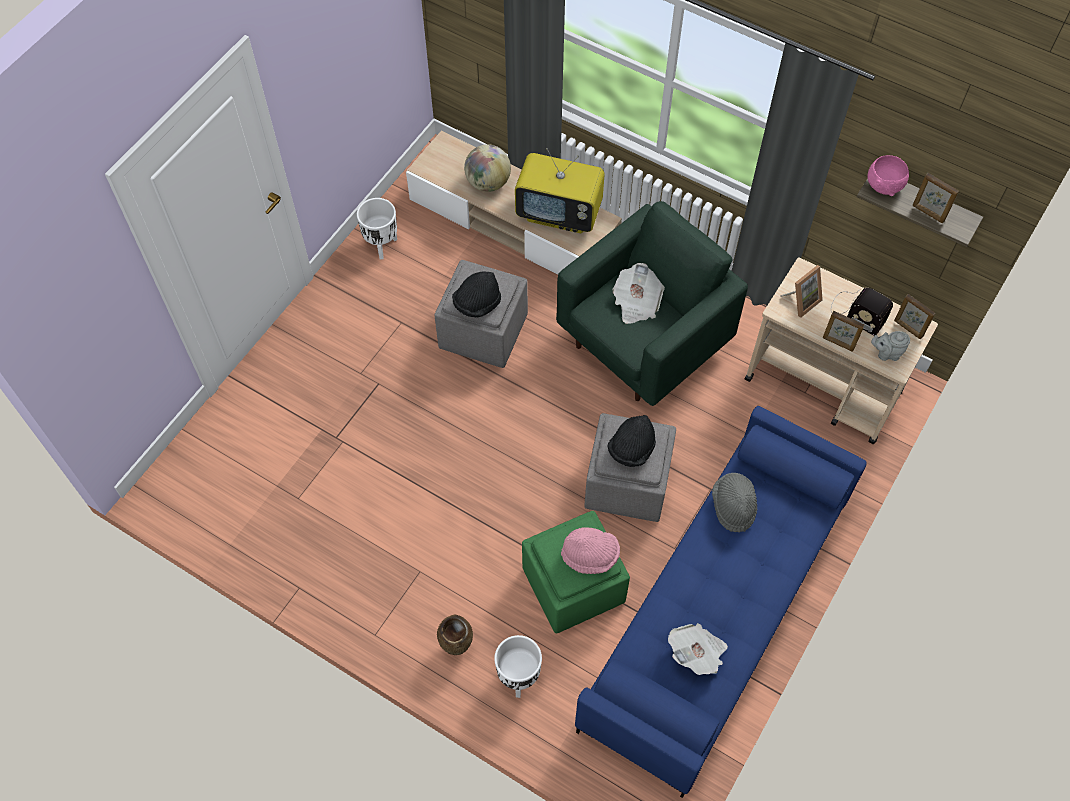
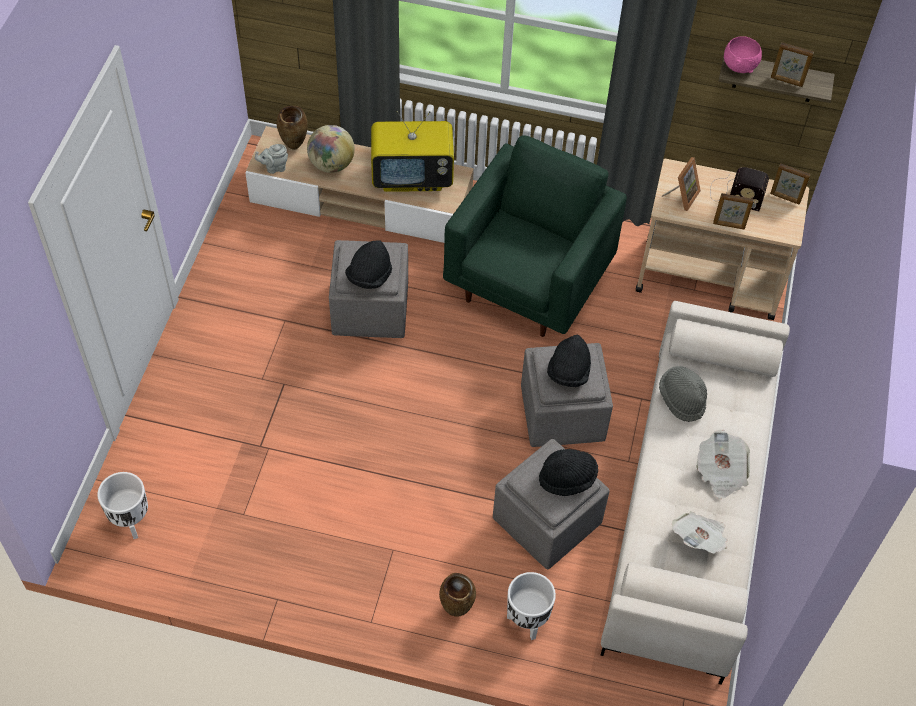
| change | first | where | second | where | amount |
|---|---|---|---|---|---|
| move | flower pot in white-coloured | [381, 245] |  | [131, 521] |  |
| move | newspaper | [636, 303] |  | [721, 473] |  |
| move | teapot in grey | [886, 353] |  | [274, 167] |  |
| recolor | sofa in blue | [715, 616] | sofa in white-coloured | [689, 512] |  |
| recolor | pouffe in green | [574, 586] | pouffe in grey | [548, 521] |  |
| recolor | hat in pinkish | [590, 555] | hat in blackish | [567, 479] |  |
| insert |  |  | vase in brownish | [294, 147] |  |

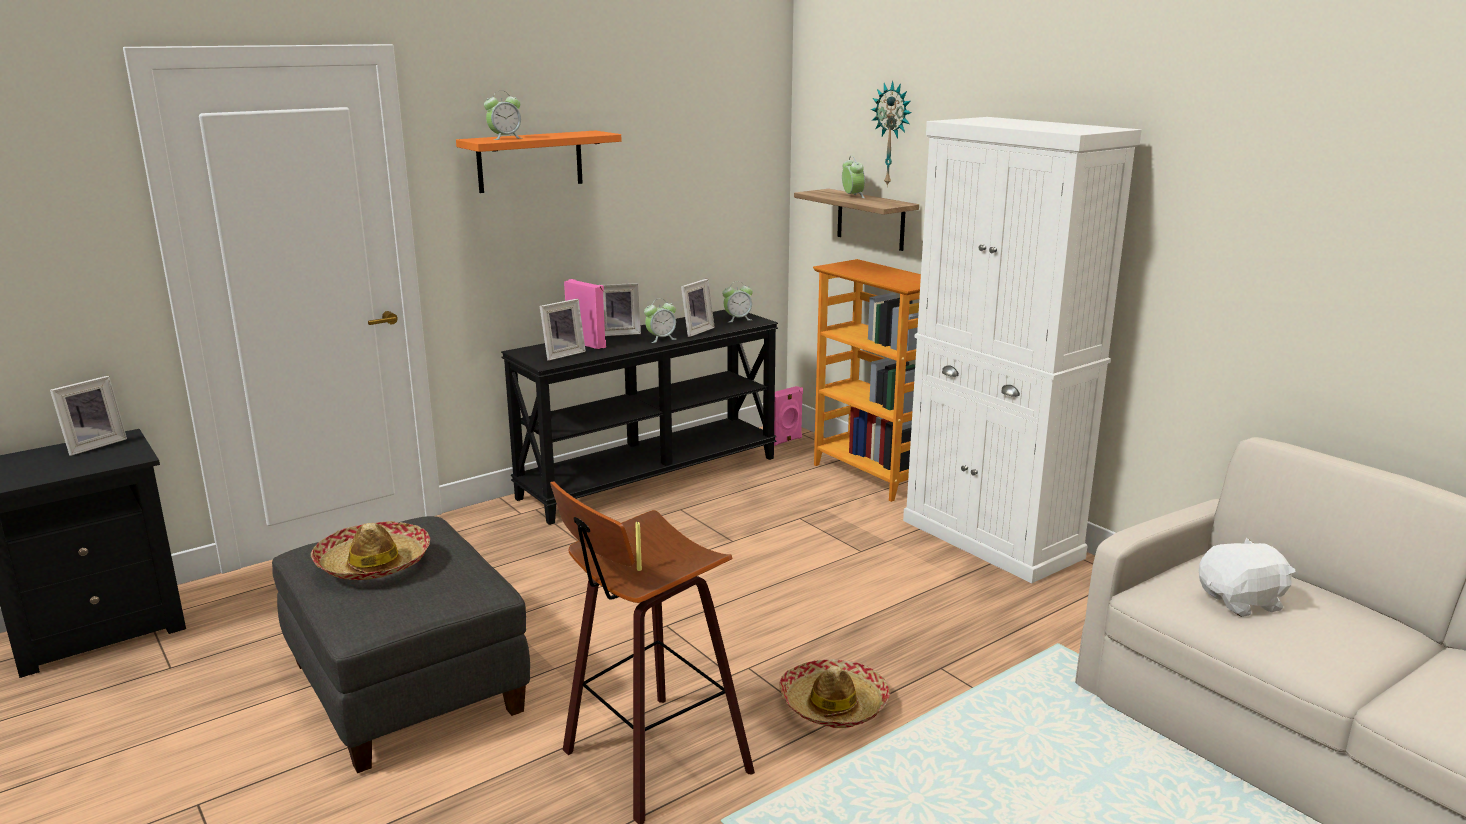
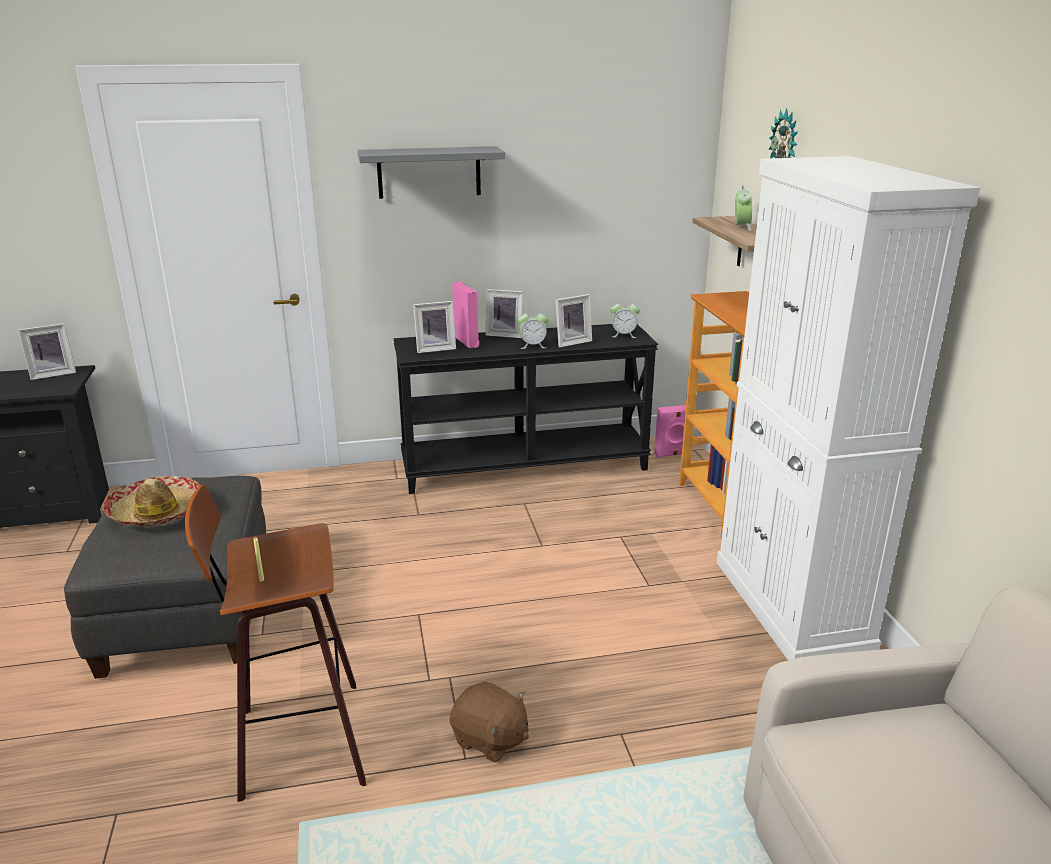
| change | first | where | second | where | amount |
|---|---|---|---|---|---|
| delete | alarm clock | [505, 138] |  |  |  |
| recolor | wall shelf in orange-coloured | [530, 161] | wall shelf in grey | [429, 172] |  |
| delete | cuddly toy in white-coloured | [1241, 602] |  |  |  |
| replace | hat | [834, 704] | cuddly toy in brownish | [490, 740] |  |

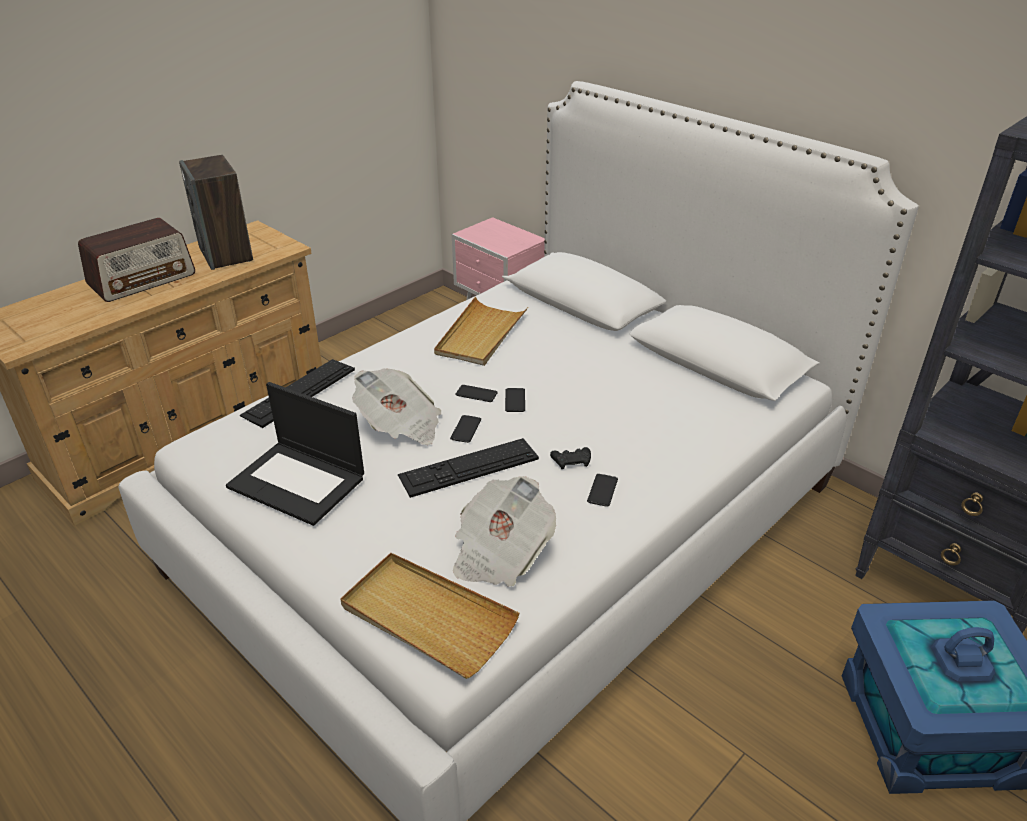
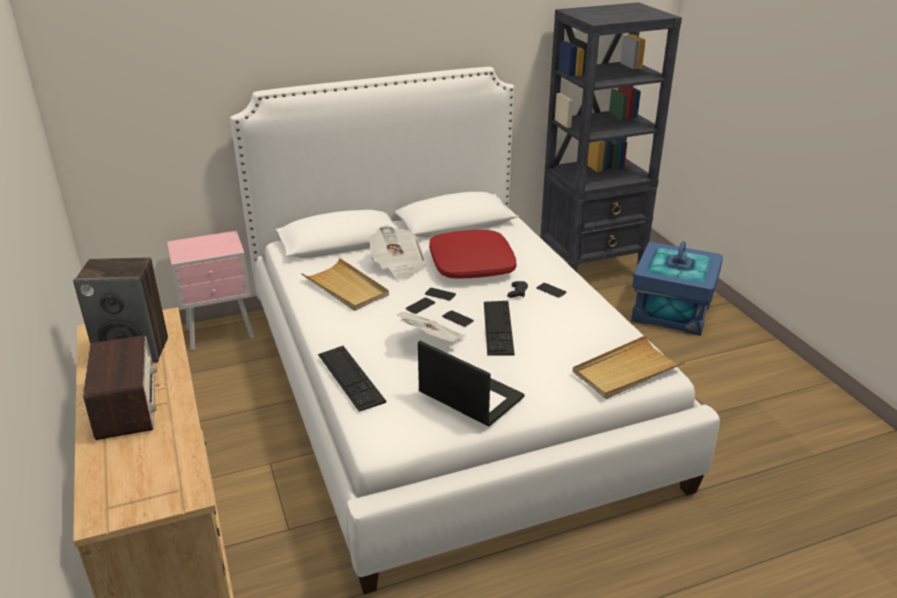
| change | first | where | second | where | amount |
|---|---|---|---|---|---|
| rotate | notebook computer | [298, 482] |  | [469, 395] | 105 degrees counterclockwise |
| move | newspaper | [500, 552] |  | [398, 266] |  |
| insert |  |  | cushion in red | [471, 265] |  |

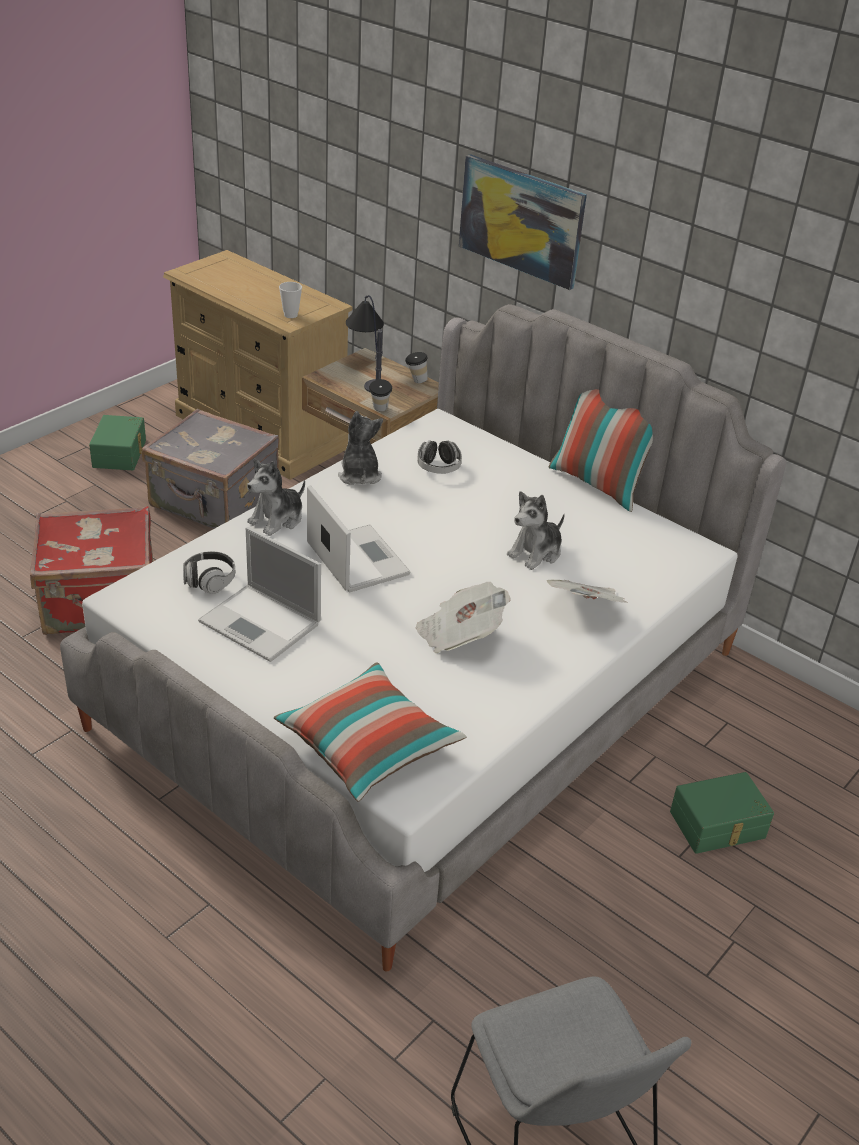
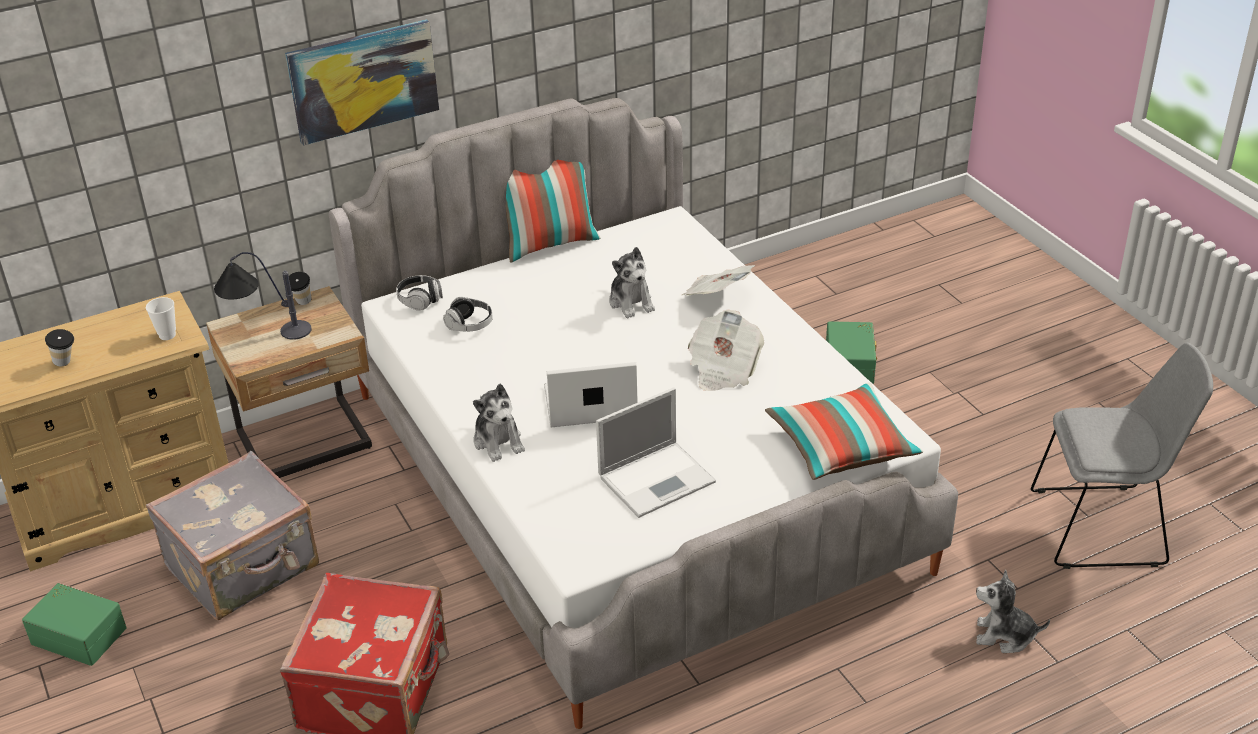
| change | first | where | second | where | amount |
|---|---|---|---|---|---|
| move | drinking cup | [379, 410] |  | [66, 363] |  |
| move | cuddly toy | [359, 475] |  | [1004, 636] |  |
| move | headphones | [209, 581] |  | [420, 300] |  |

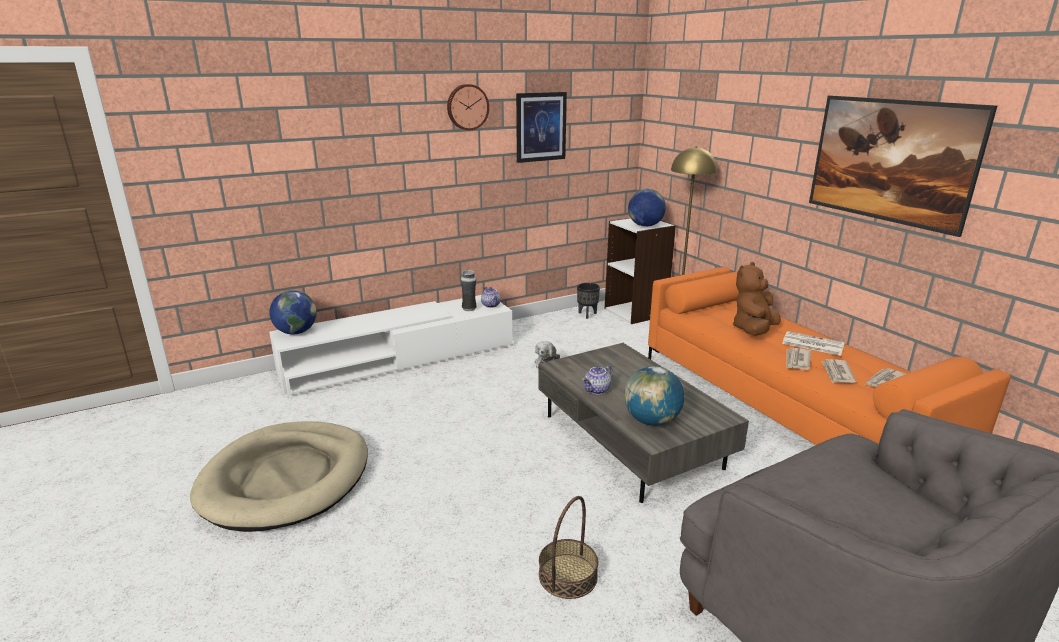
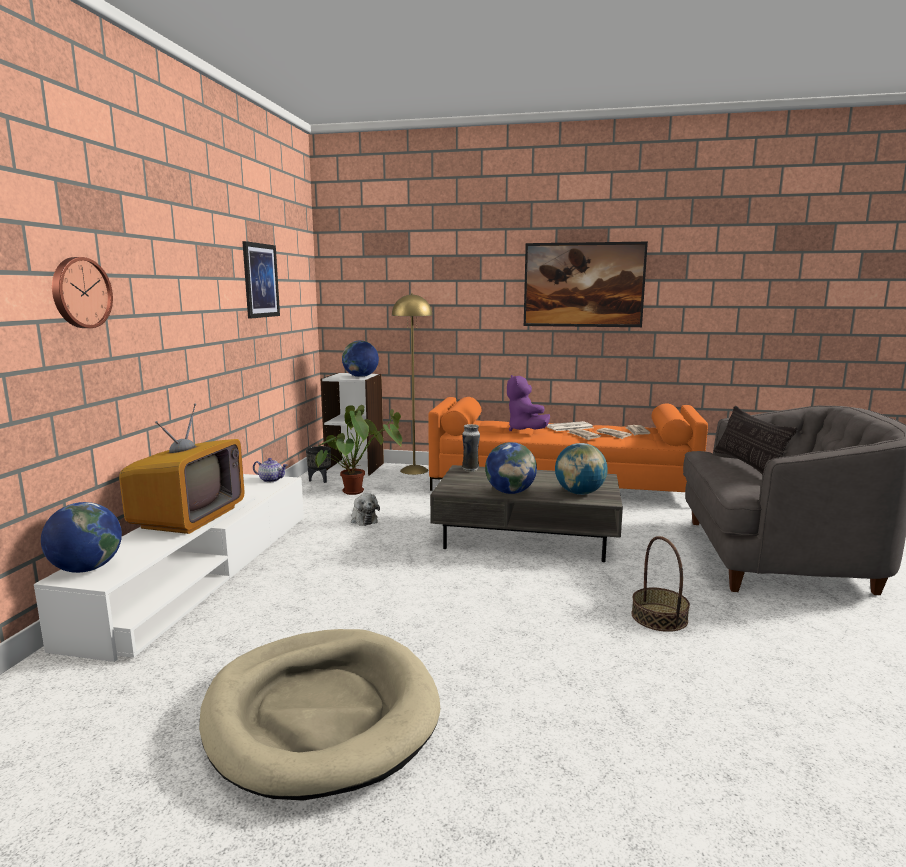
| change | first | where | second | where | amount |
|---|---|---|---|---|---|
| move | hanging clock | [467, 107] |  | [80, 293] |  |
| recolor | cuddly toy in brownish | [753, 330] | cuddly toy in purple | [525, 430] |  |
| move | vase | [469, 309] |  | [470, 469] |  |
| replace | teapot | [597, 390] | world globe | [510, 492] |  |
| insert |  |  | television | [189, 518] |  |
| insert |  |  | houseplant | [359, 488] |  |
| insert |  |  | cushion | [747, 466] |  |

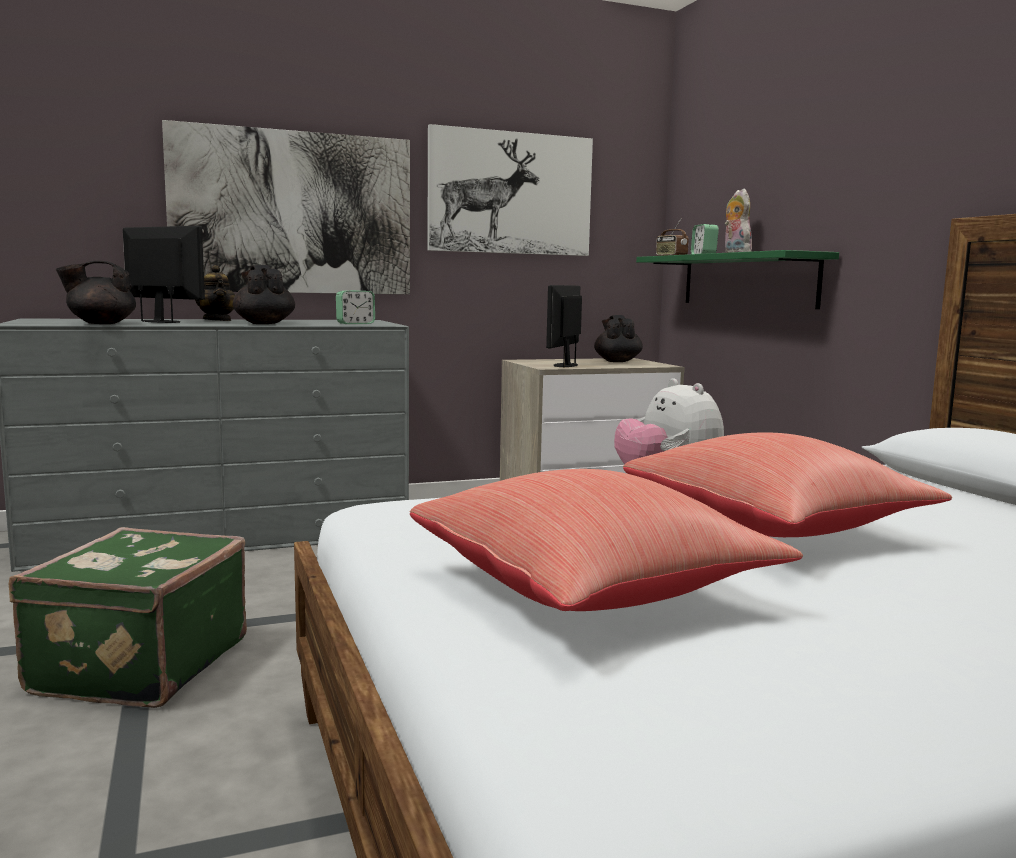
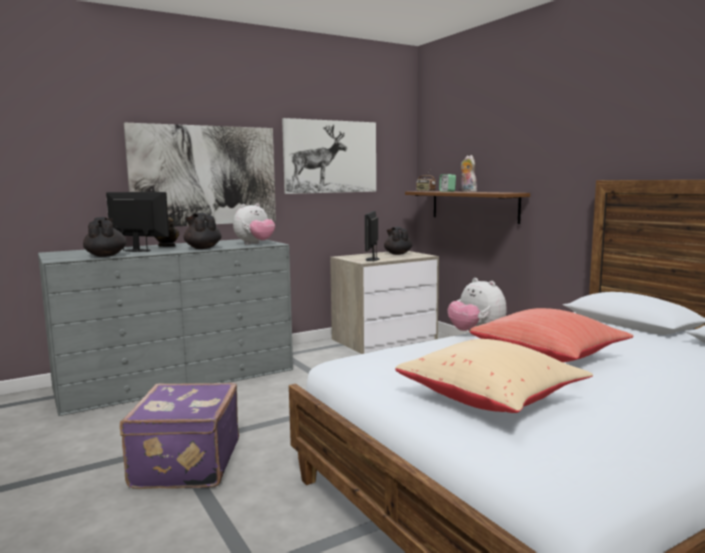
| change | first | where | second | where | amount |
|---|---|---|---|---|---|
| recolor | wall shelf in green | [747, 280] | wall shelf in brownish | [473, 206] |  |
| rotate | teapot in blackish | [101, 323] |  | [106, 255] | 105 degrees clockwise |
| replace | alarm clock | [355, 323] | cuddly toy | [255, 244] |  |
| recolor | cushion in red | [591, 592] | cushion in sand-coloured | [491, 400] |  |
| recolor | travel case in green | [137, 665] | travel case in purple | [184, 464] |  |

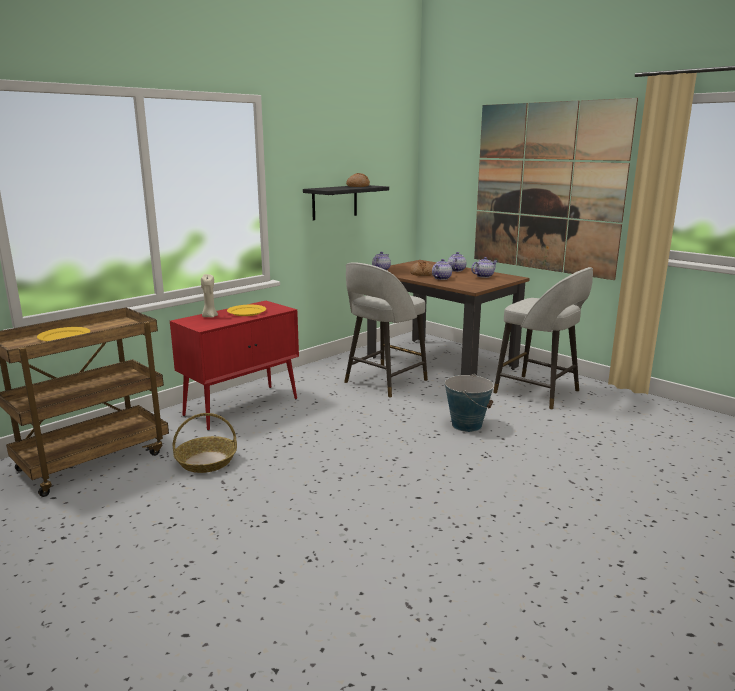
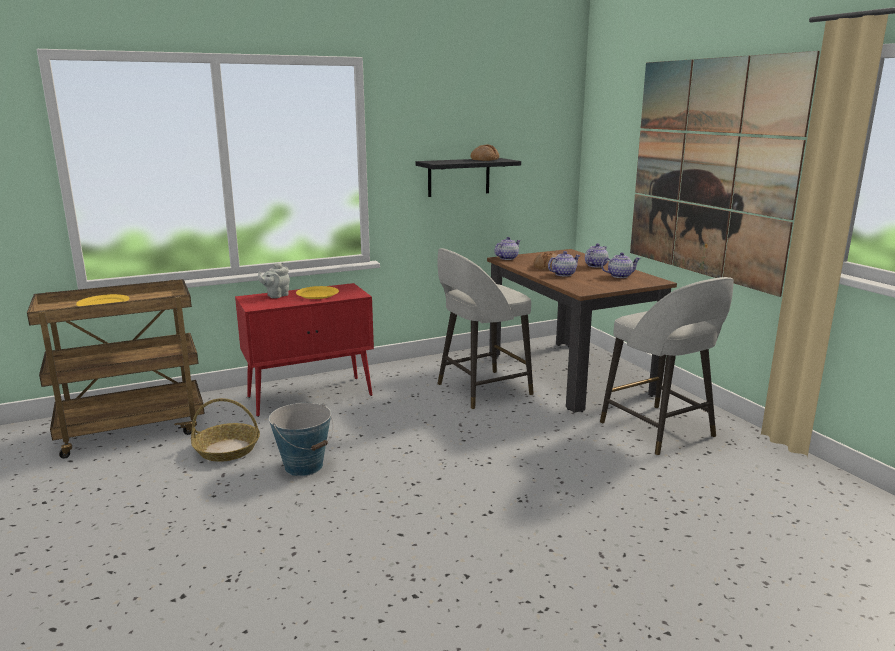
| change | first | where | second | where | amount |
|---|---|---|---|---|---|
| replace | candle in sand-coloured | [209, 316] | teapot in grey | [276, 296] |  |
| move | pail | [467, 425] |  | [304, 466] |  |

